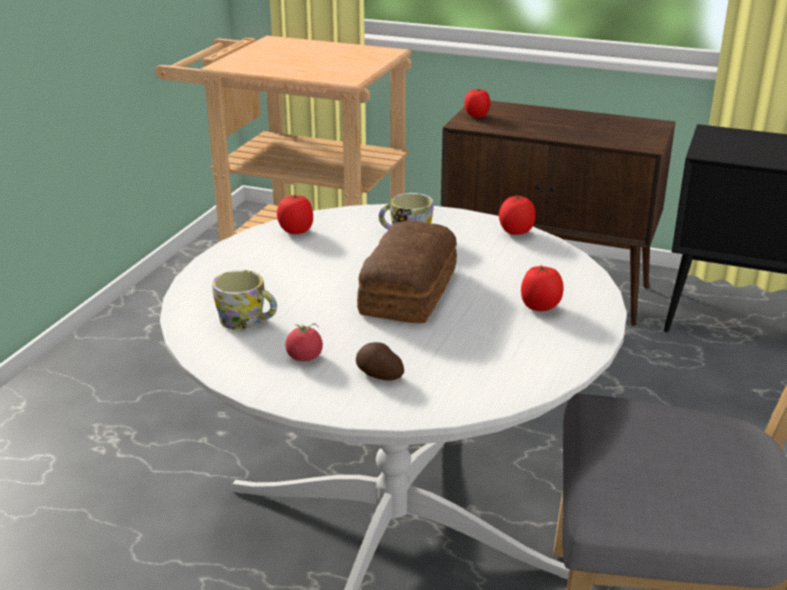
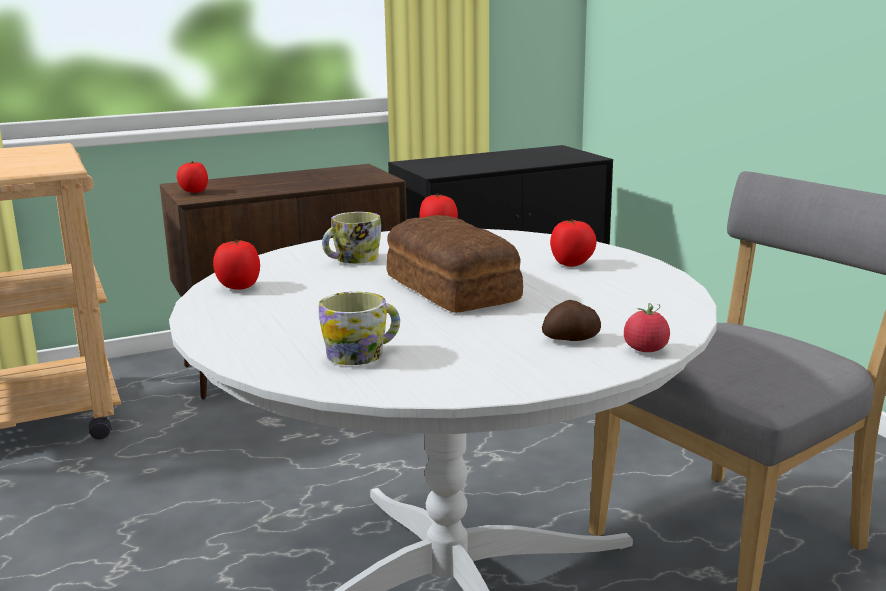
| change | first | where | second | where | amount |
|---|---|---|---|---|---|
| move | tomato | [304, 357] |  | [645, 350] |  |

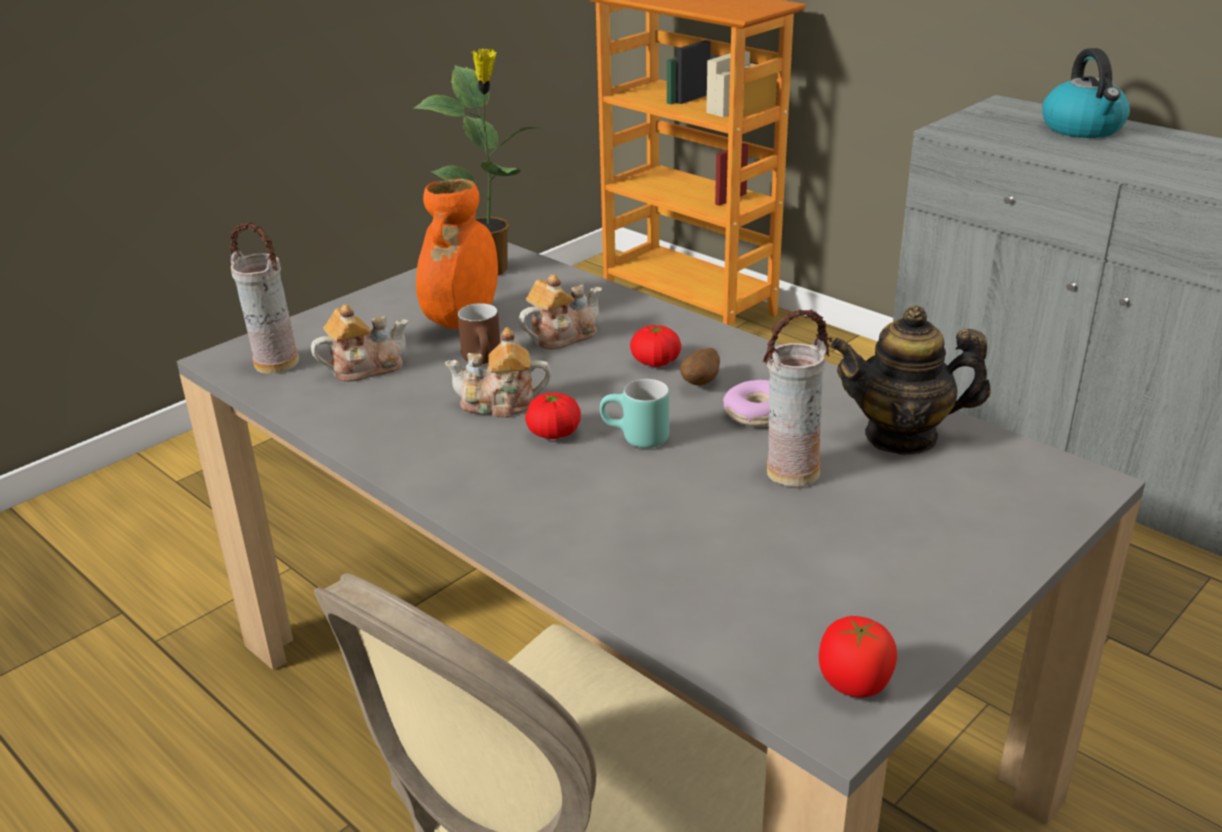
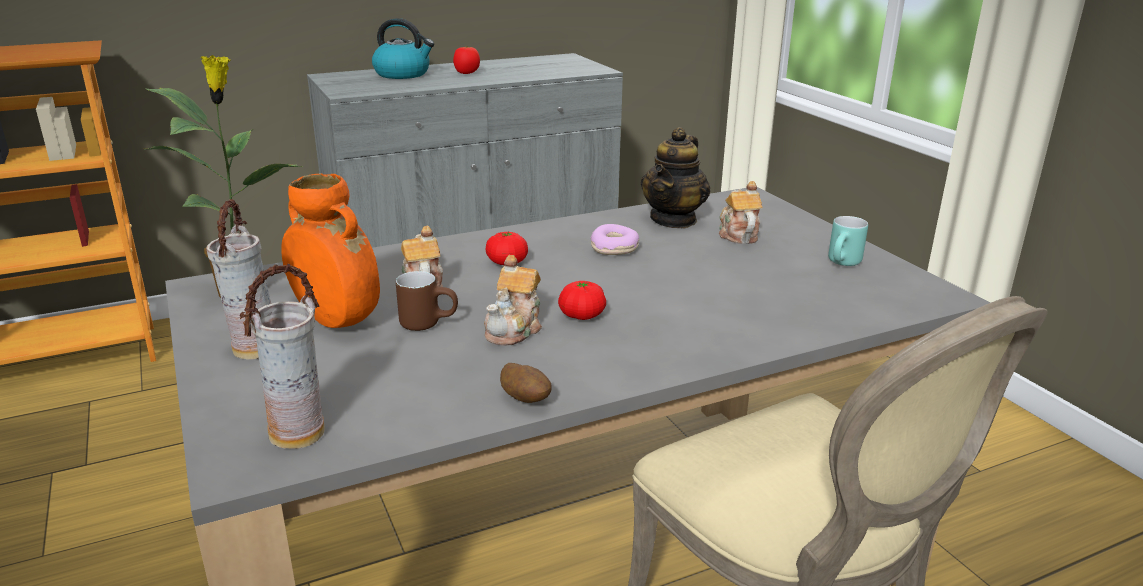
| change | first | where | second | where | amount |
|---|---|---|---|---|---|
| move | teapot | [365, 368] |  | [737, 234] |  |
| move | vase | [791, 472] |  | [254, 349] |  |
| move | whole potato | [701, 383] |  | [526, 400] |  |
| move | mug in blue-green | [635, 439] |  | [844, 264] |  |
| move | tomato | [853, 684] |  | [466, 73] |  |

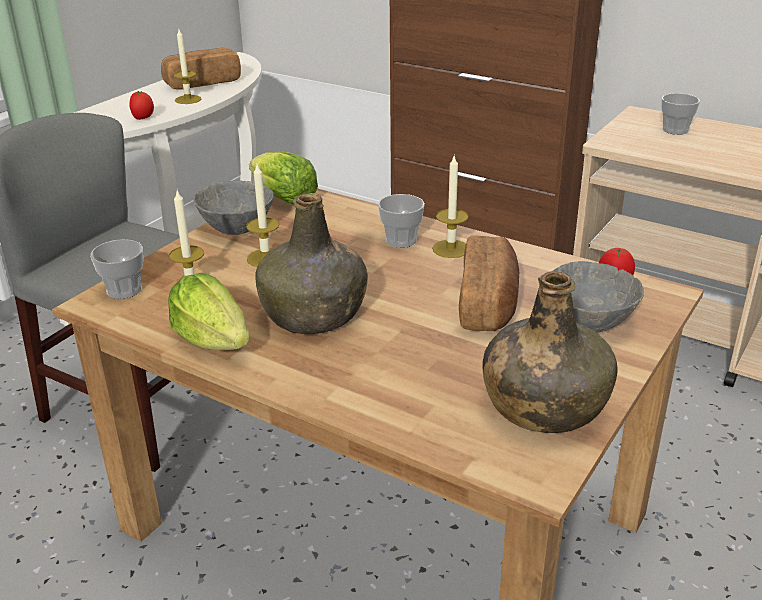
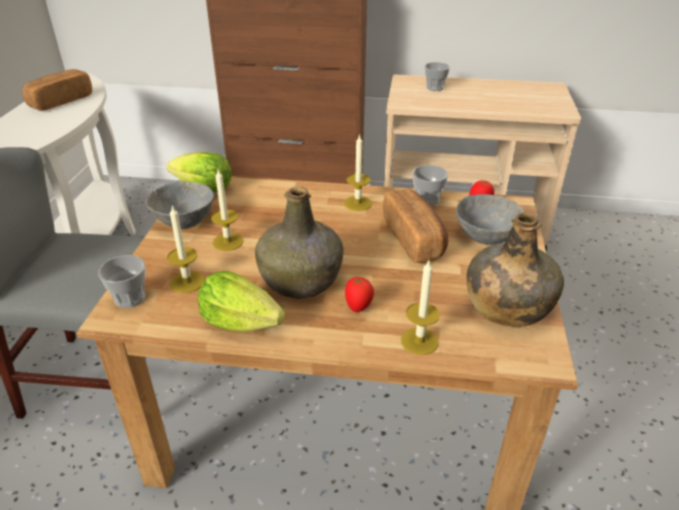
| change | first | where | second | where | amount |
|---|---|---|---|---|---|
| move | candle | [188, 99] |  | [419, 341] |  |
| move | tomato | [143, 118] |  | [358, 307] |  |
| move | drinking cup | [401, 240] |  | [427, 200] |  |

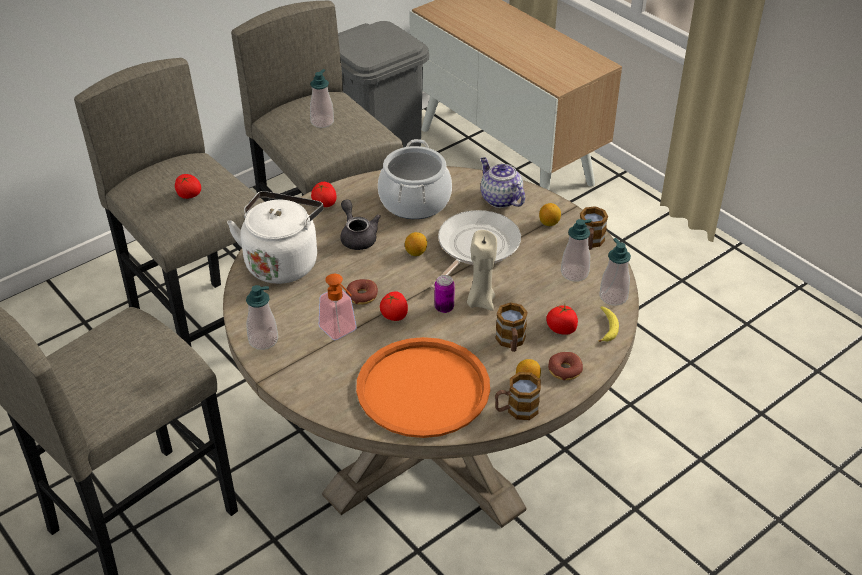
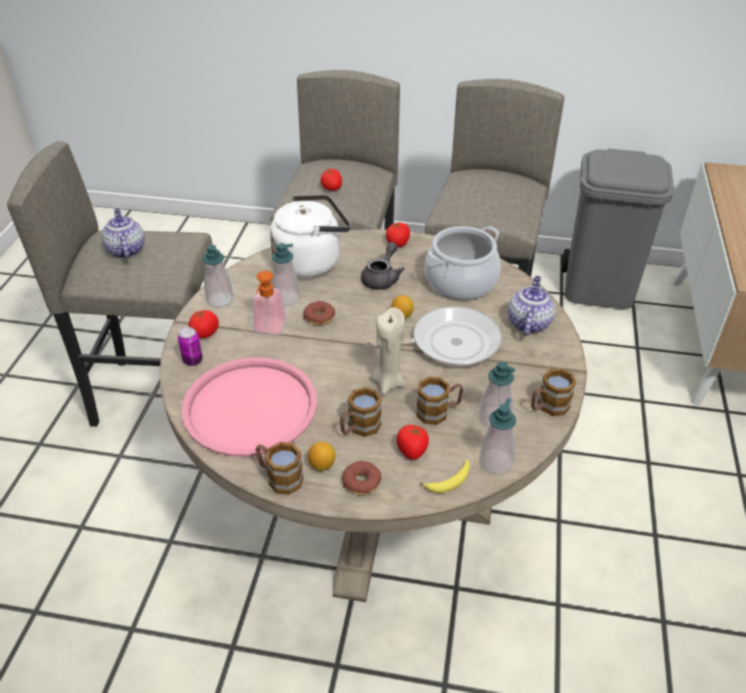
| change | first | where | second | where | amount |
|---|---|---|---|---|---|
| move | soap dispenser | [322, 122] |  | [286, 298] |  |
| delete | lemon | [549, 223] |  |  |  |
| move | metal can | [444, 308] |  | [193, 360] |  |
| move | tomato | [394, 315] |  | [205, 333] |  |
| recolor | tray in orange-coloured | [423, 389] | tray in pinkish | [250, 407] |  |
| insert |  |  | teapot | [125, 250] |  |
| insert |  |  | mug | [438, 411] |  |

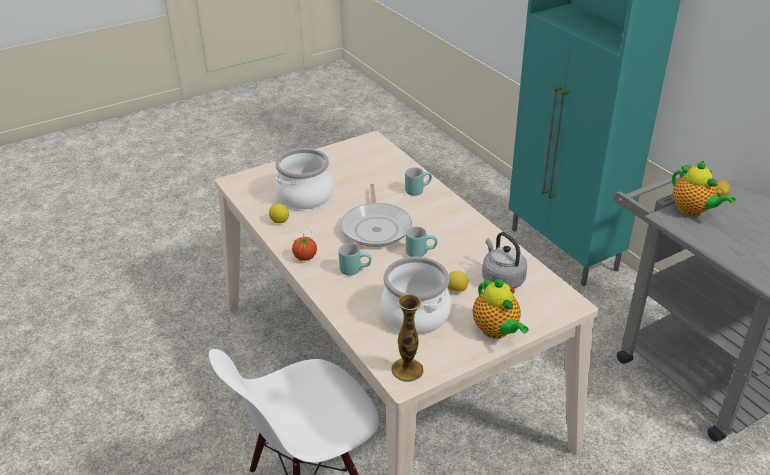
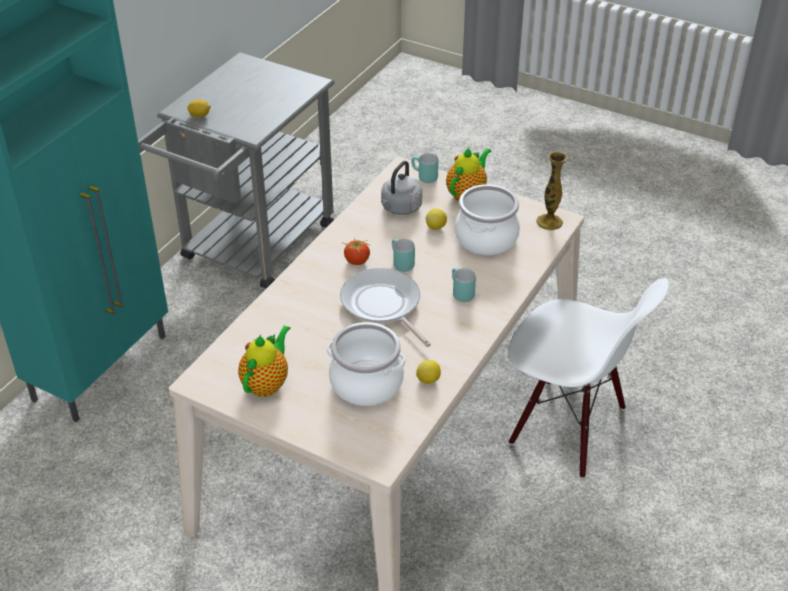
| change | first | where | second | where | amount |
|---|---|---|---|---|---|
| move | teapot | [693, 210] |  | [267, 383] |  |
| move | mug in blue-green | [417, 190] |  | [423, 177] |  |
| rotate | skillet | [376, 227] |  | [383, 305] | 90 degrees counterclockwise |
| move | tomato | [305, 257] |  | [356, 261] |  |

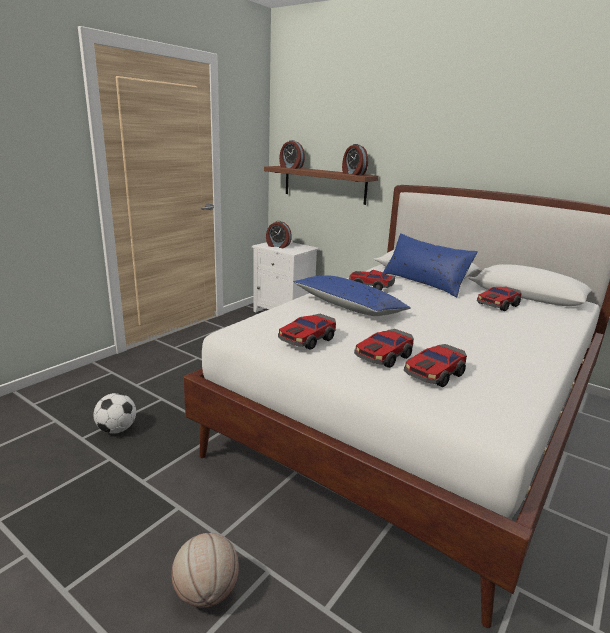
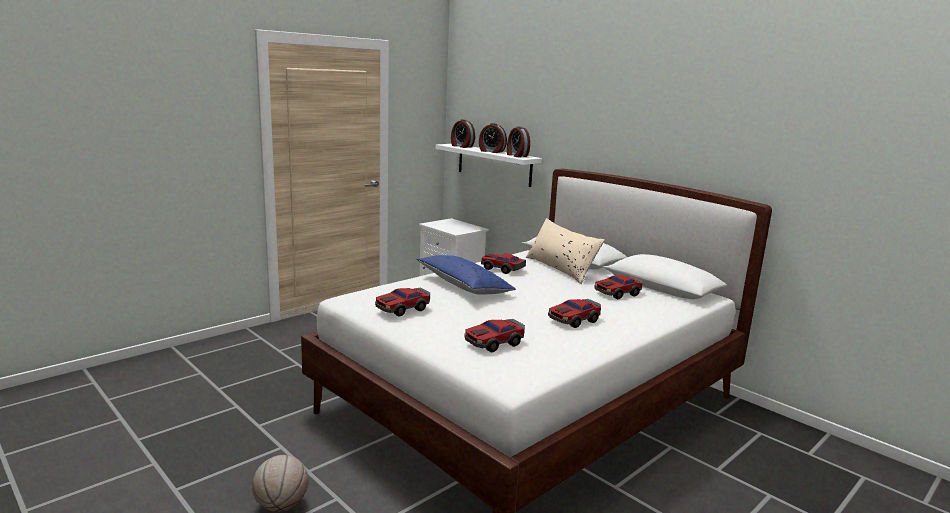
| change | first | where | second | where | amount |
|---|---|---|---|---|---|
| recolor | wall shelf in brownish | [324, 184] | wall shelf in white-coloured | [494, 164] |  |
| move | alarm clock | [278, 246] |  | [491, 151] |  |
| recolor | cushion in blue | [424, 282] | cushion in sand-coloured | [560, 268] |  |
| move | miniature car | [384, 356] |  | [574, 320] |  |
| delete | football | [116, 429] |  |  |  |

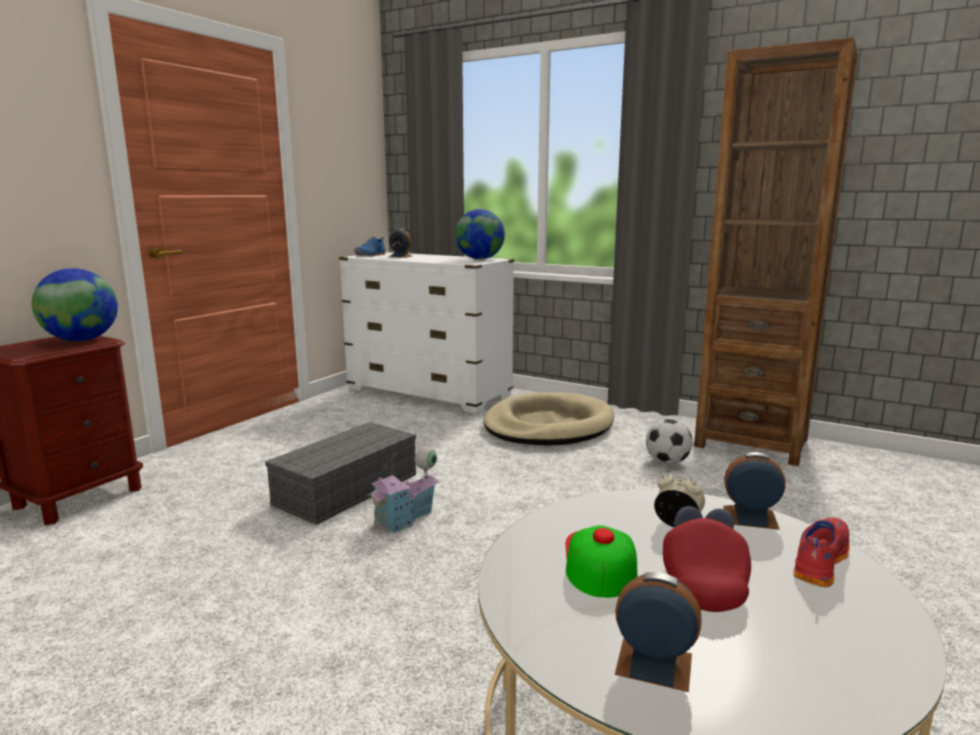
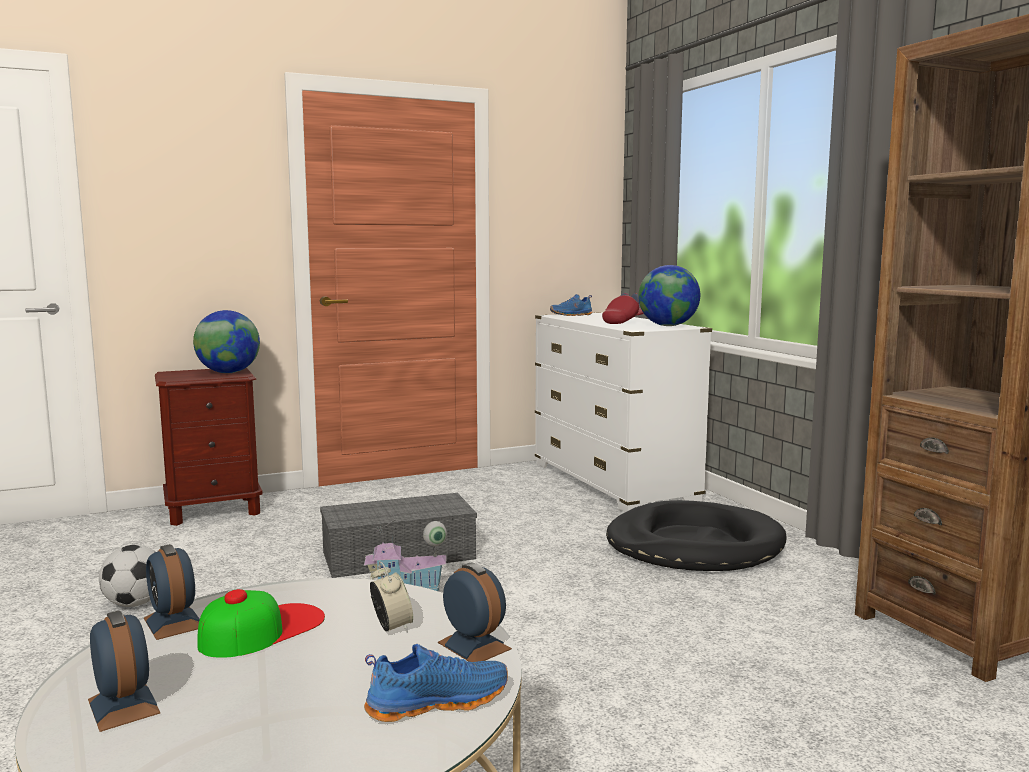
| change | first | where | second | where | amount |
|---|---|---|---|---|---|
| move | alarm clock | [400, 256] |  | [173, 623] |  |
| recolor | dog bed in sand-coloured | [548, 426] | dog bed in blackish | [694, 545] |  |
| move | football | [667, 462] |  | [135, 604] |  |
| move | baseball cap in red | [702, 581] |  | [623, 322] |  |
| recolor | item of footwear in red | [818, 561] | item of footwear in blue | [437, 702] |  |

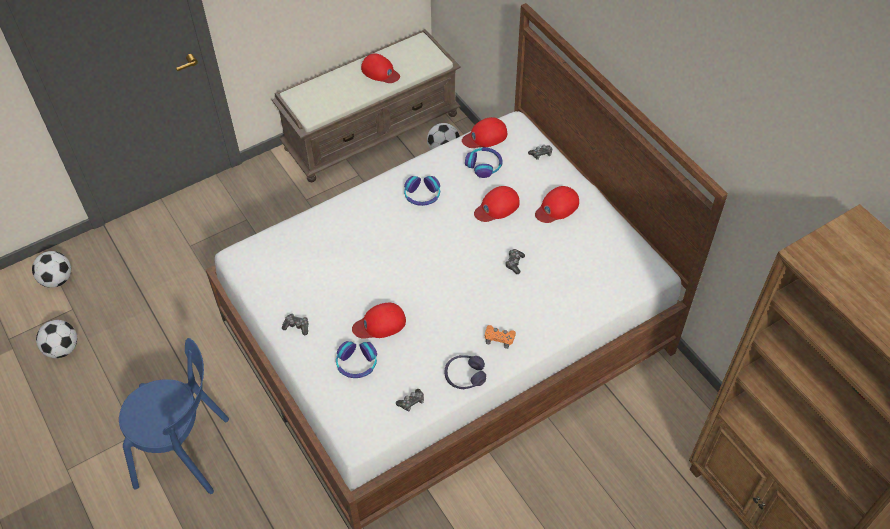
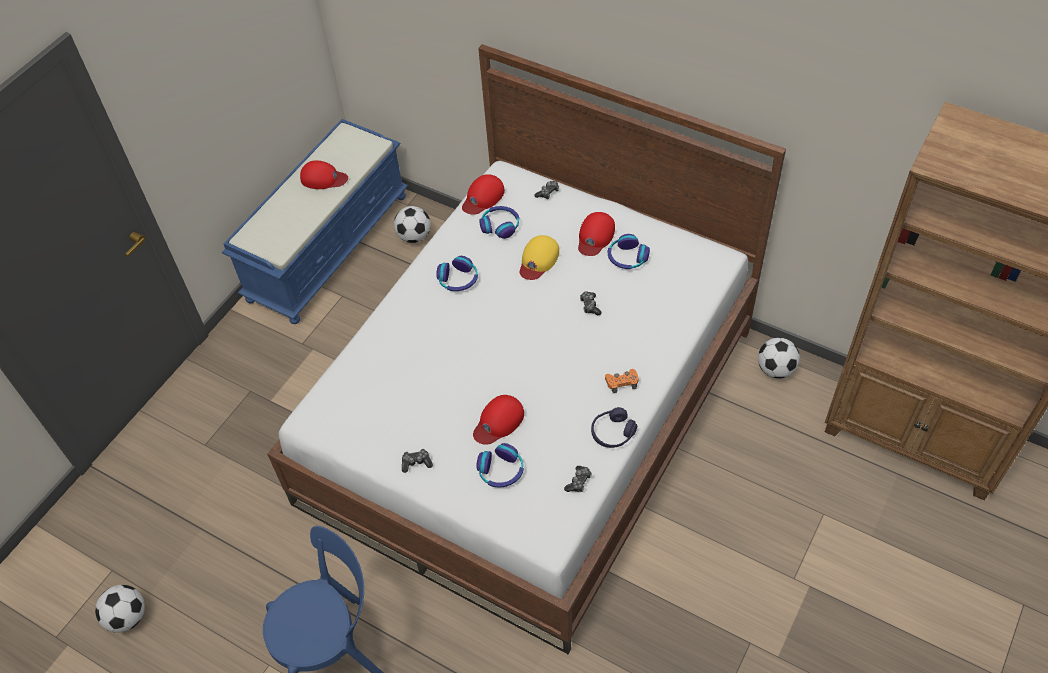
| change | first | where | second | where | amount |
|---|---|---|---|---|---|
| recolor | indoor bench in brownish | [372, 130] | indoor bench in blue | [328, 246] |  |
| recolor | baseball cap in red | [497, 207] | baseball cap in yellow | [538, 260] |  |
| move | football | [57, 279] |  | [776, 369] |  |
| insert |  |  | headphones | [627, 257] |  |

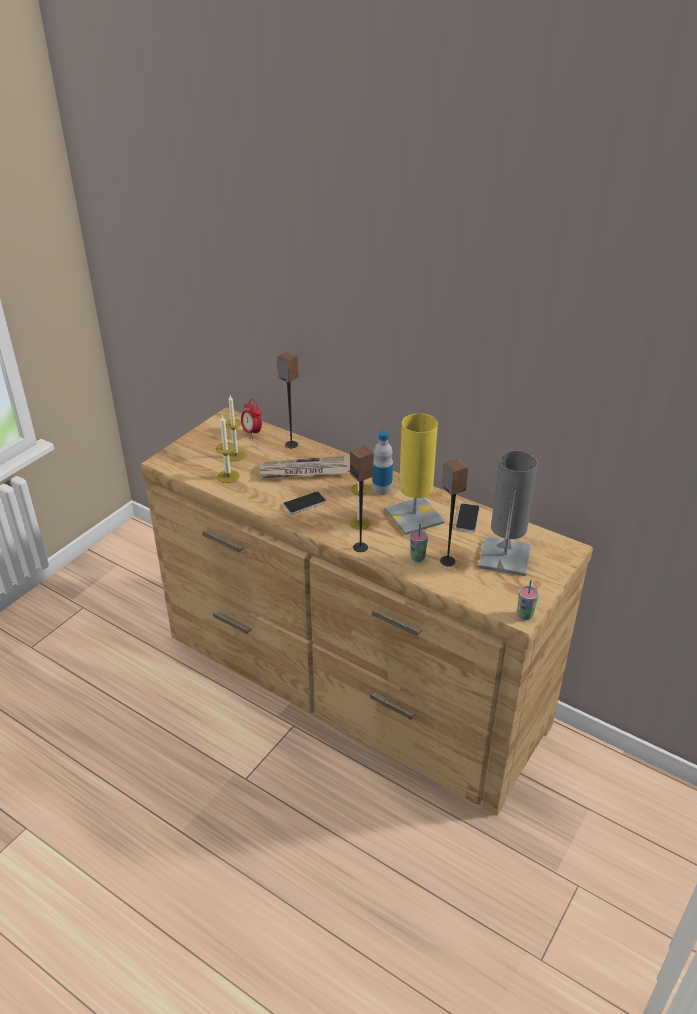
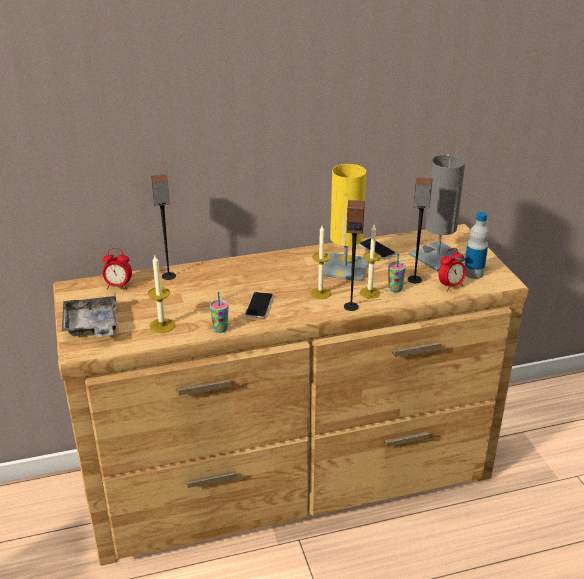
| change | first | where | second | where | amount |
|---|---|---|---|---|---|
| move | candle | [235, 455] |  | [369, 293] |  |
| move | bottle | [382, 488] |  | [473, 273] |  |
| delete | newspaper | [304, 471] |  |  |  |
| move | drinking cup | [524, 615] |  | [220, 329] |  |
| insert |  |  | alarm clock | [450, 286] |  |
| insert |  |  | tray in grey | [92, 326] |  |

